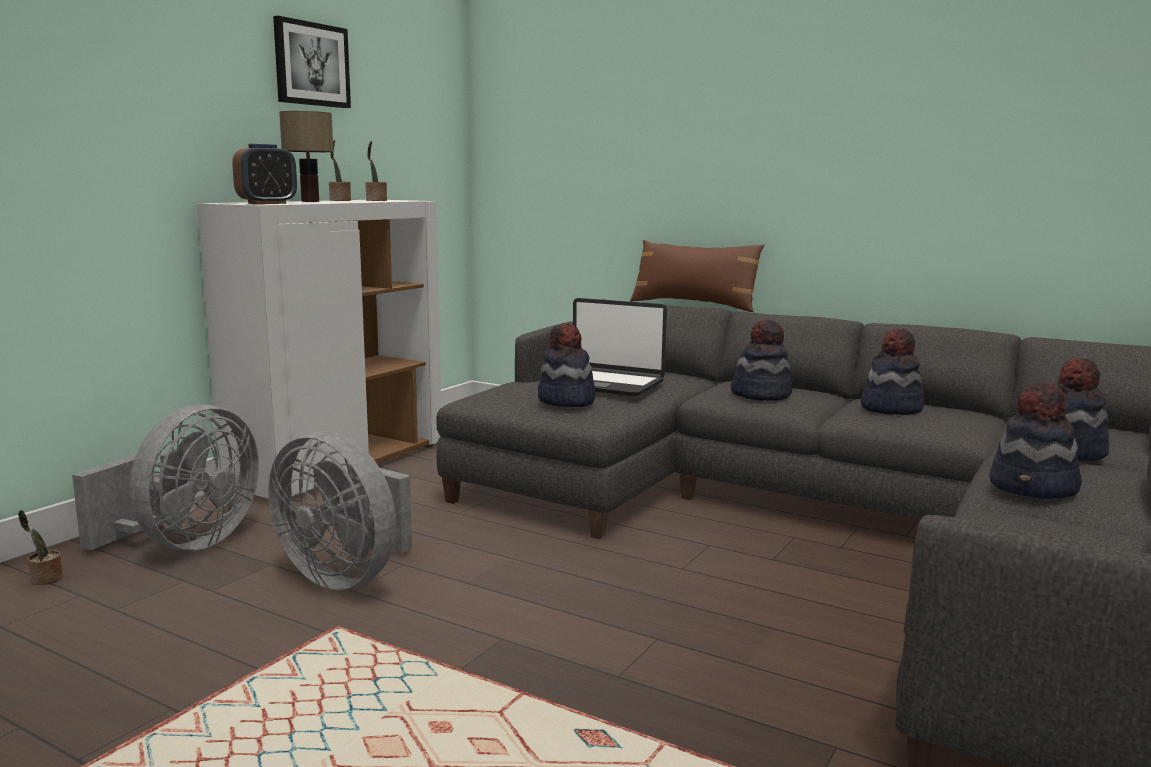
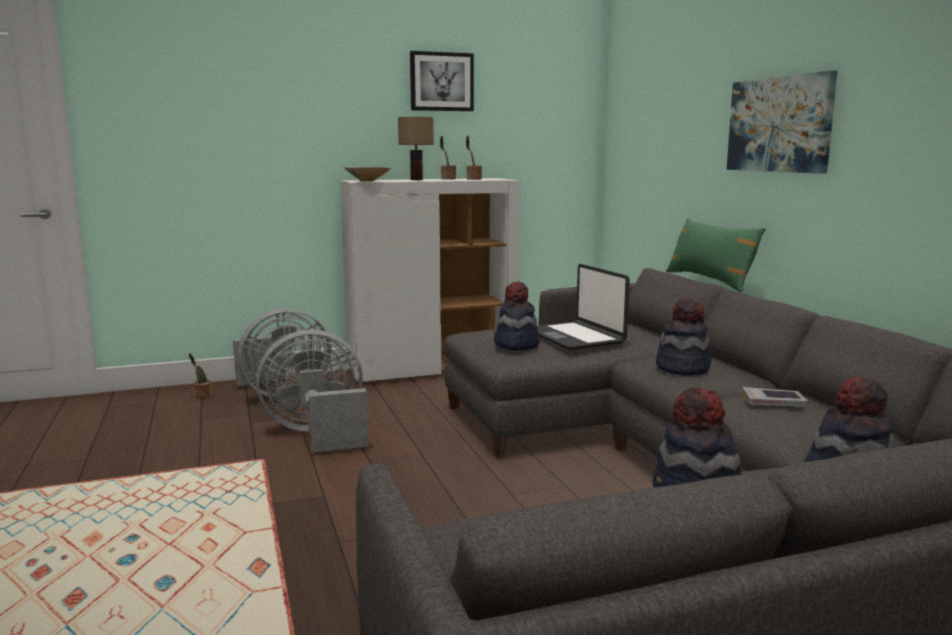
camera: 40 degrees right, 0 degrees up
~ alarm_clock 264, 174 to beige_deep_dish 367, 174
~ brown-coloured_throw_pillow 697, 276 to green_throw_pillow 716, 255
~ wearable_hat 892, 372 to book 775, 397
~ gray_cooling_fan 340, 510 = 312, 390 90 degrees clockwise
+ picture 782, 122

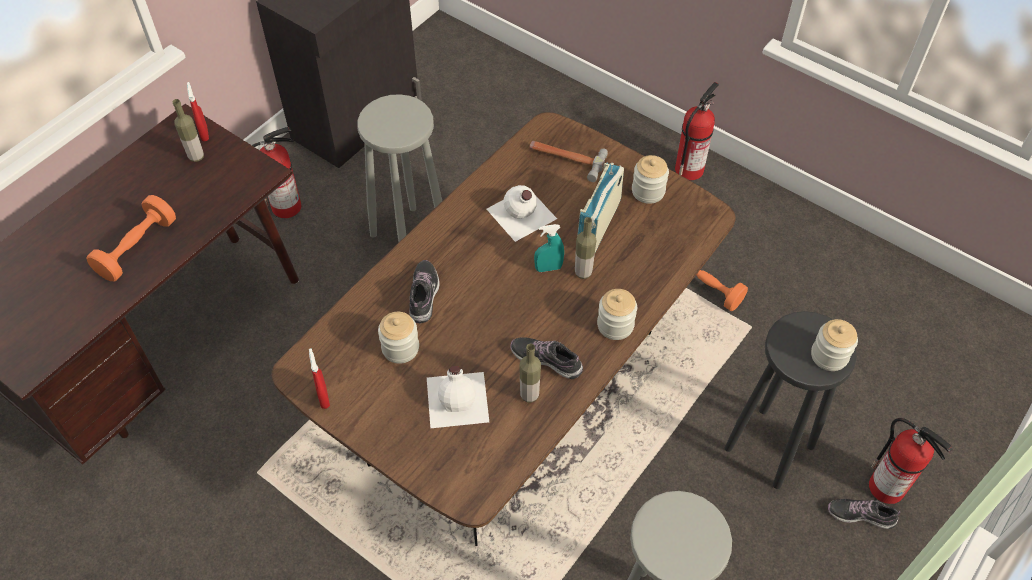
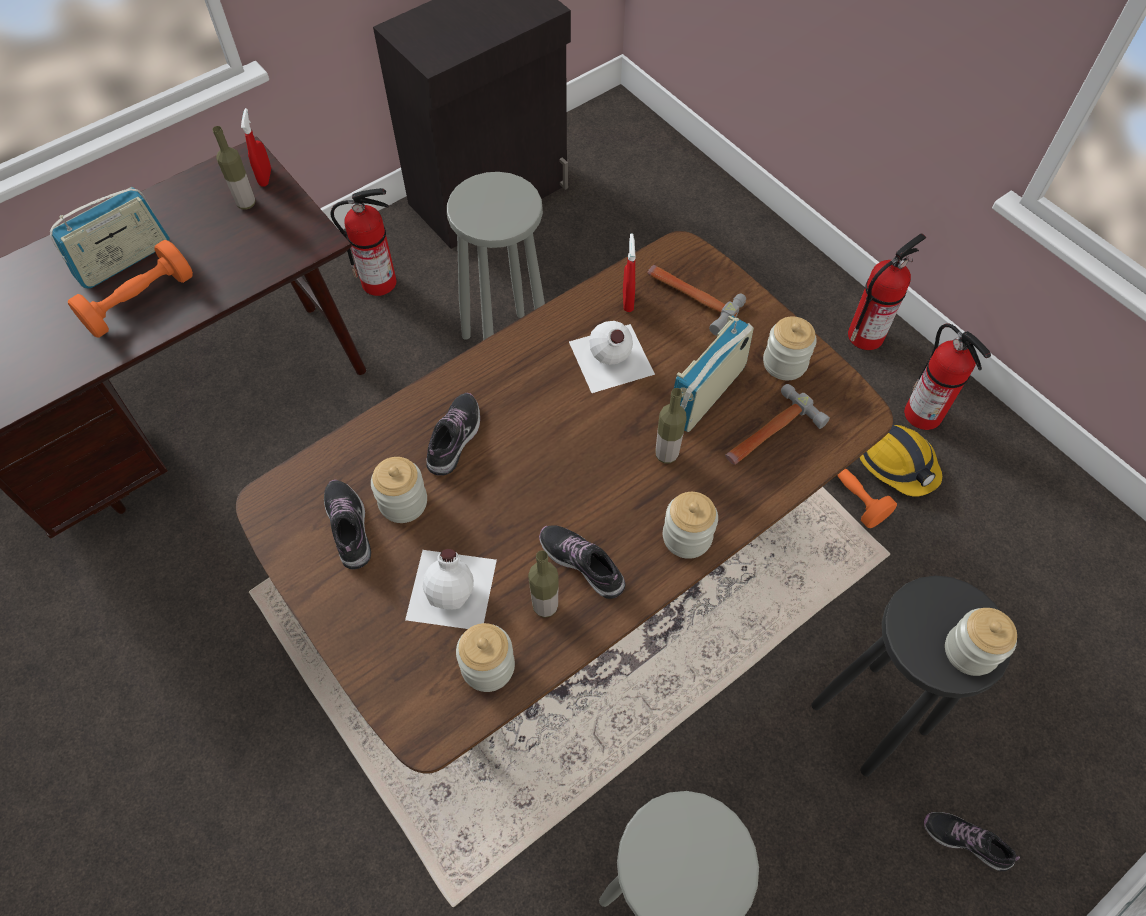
camera: 15 degrees right, 5 degrees up
- blue-green_spray_bottle 549, 248
~ reddish_spray_bottle 319, 379 to 629, 272
~ fire_extinguisher 911, 461 to 947, 376
+ radio_set 110, 238
+ tool_hammer 777, 424
+ work_helmet 901, 461
+ item_of_footwear 347, 525
+ preserve_jar 485, 657

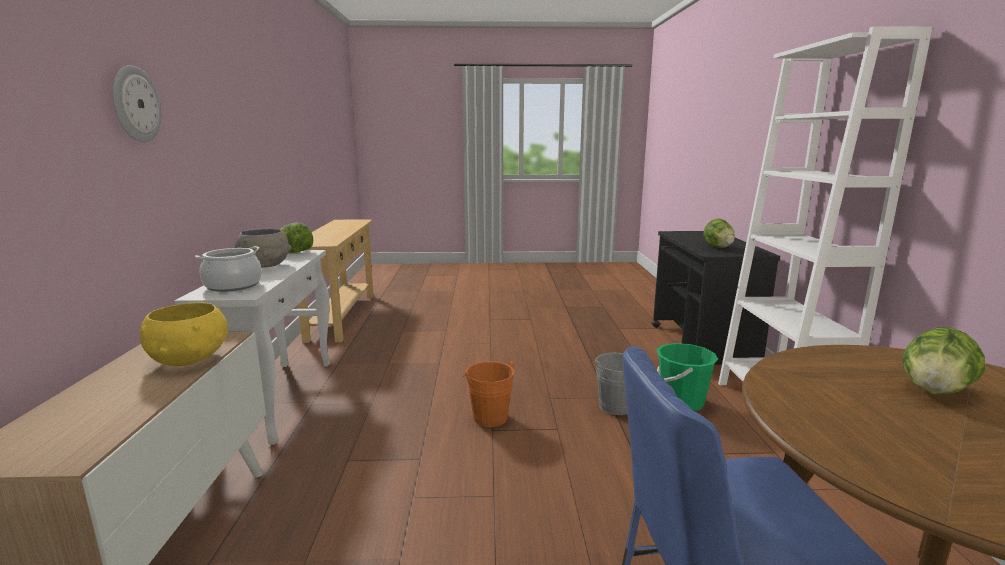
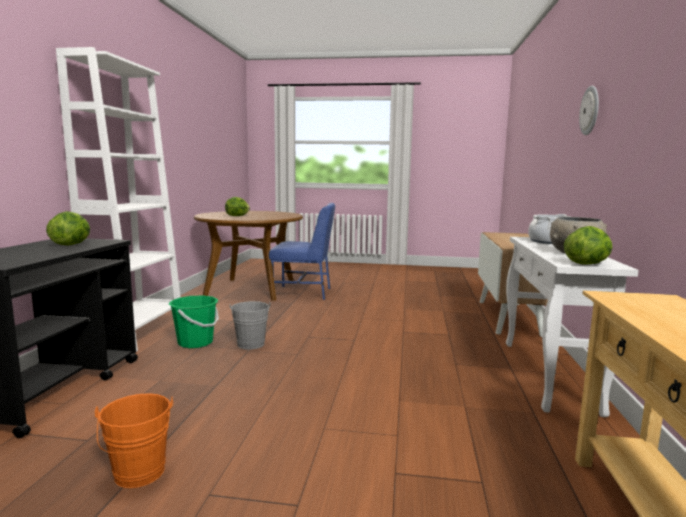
camera: 170 degrees left, 5 degrees down
- yellowish_deep_dish 183, 334
~ orangey_pail 488, 394 to 134, 440

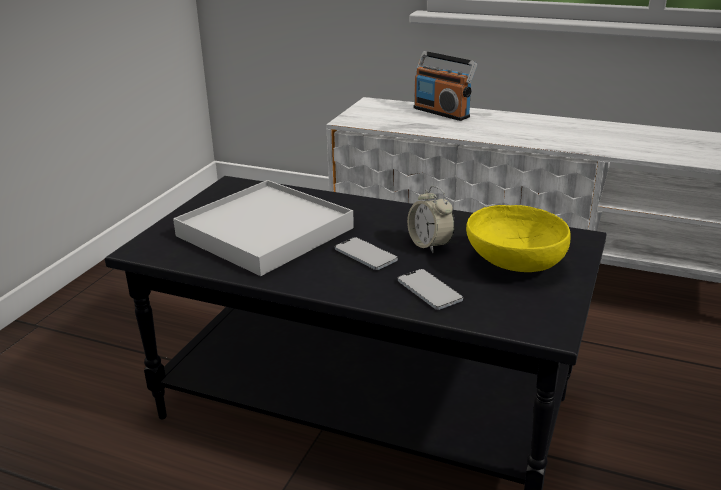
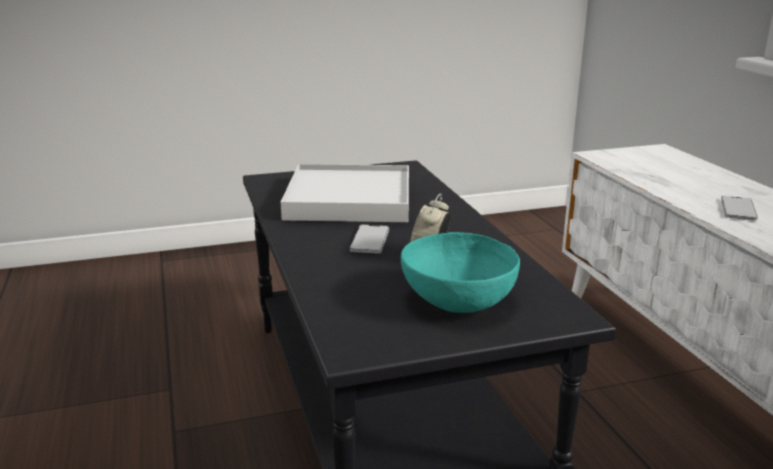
camera: 50 degrees right, 5 degrees down
- radio_set 445, 86
~ yellowish_deep_dish 518, 238 to blue-green_deep_dish 460, 272
~ telephone 430, 289 to 739, 208

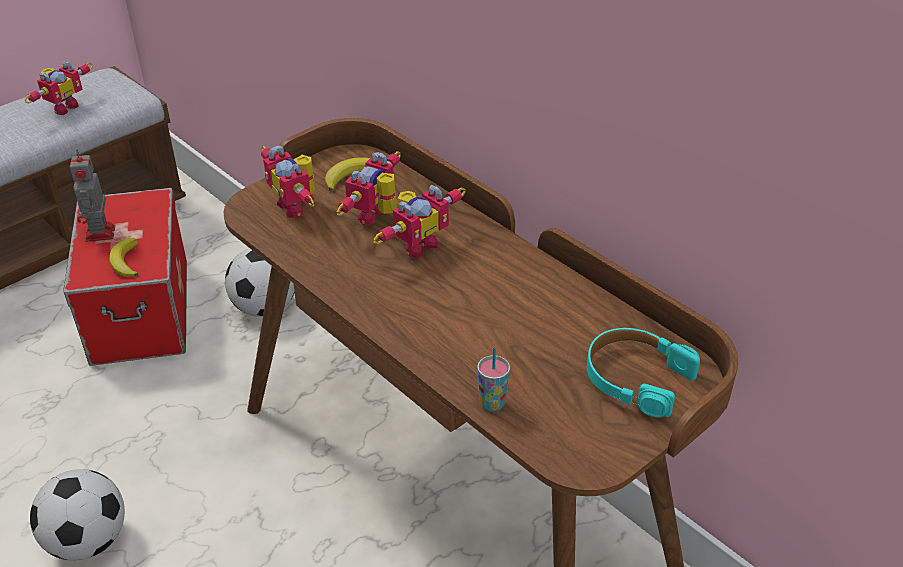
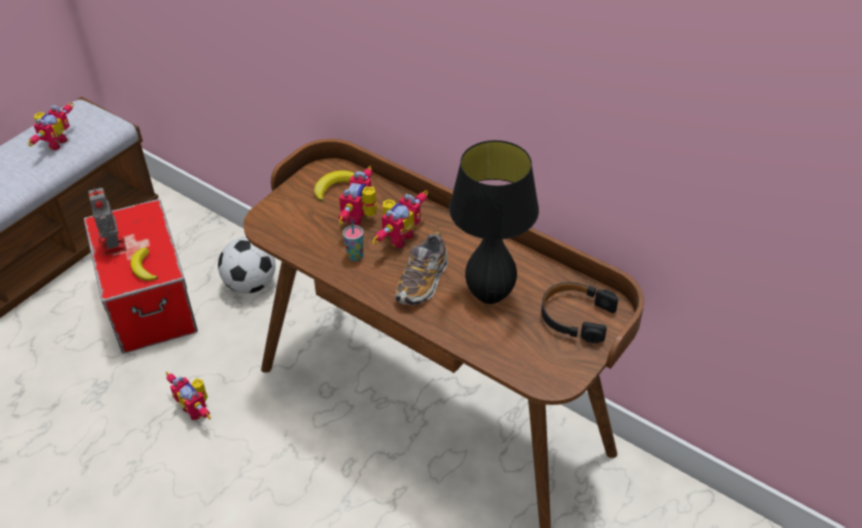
camera: 10 degrees left, 5 degrees up
~ model_robot 288, 181 to 188, 396
~ blue-green_headset 643, 373 to blackish_headset 579, 312
~ drinking_cup 493, 379 to 353, 240
- football_ball 77, 514
+ blackish_tabletop_lamp 494, 222
+ item_of_footwear 421, 268

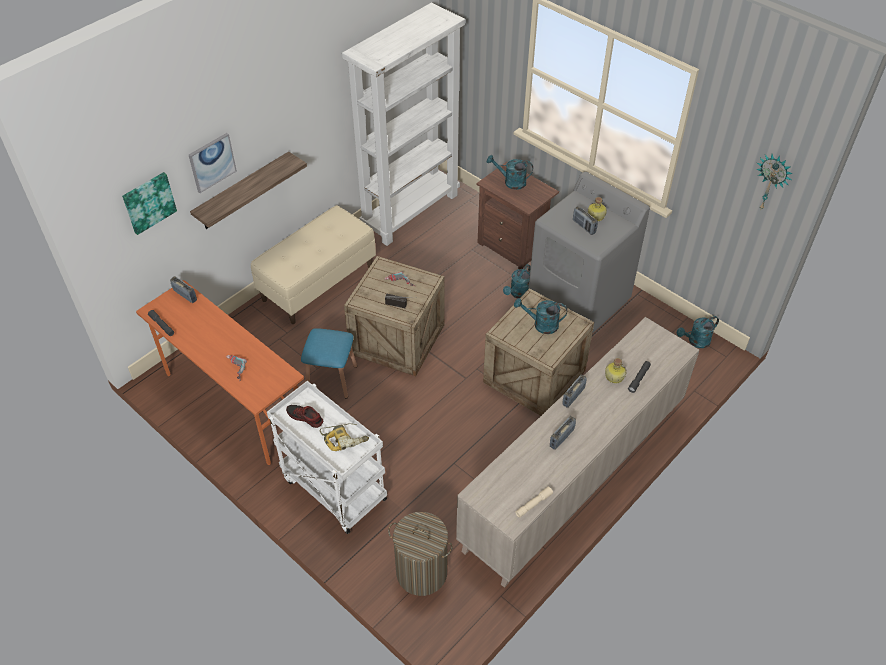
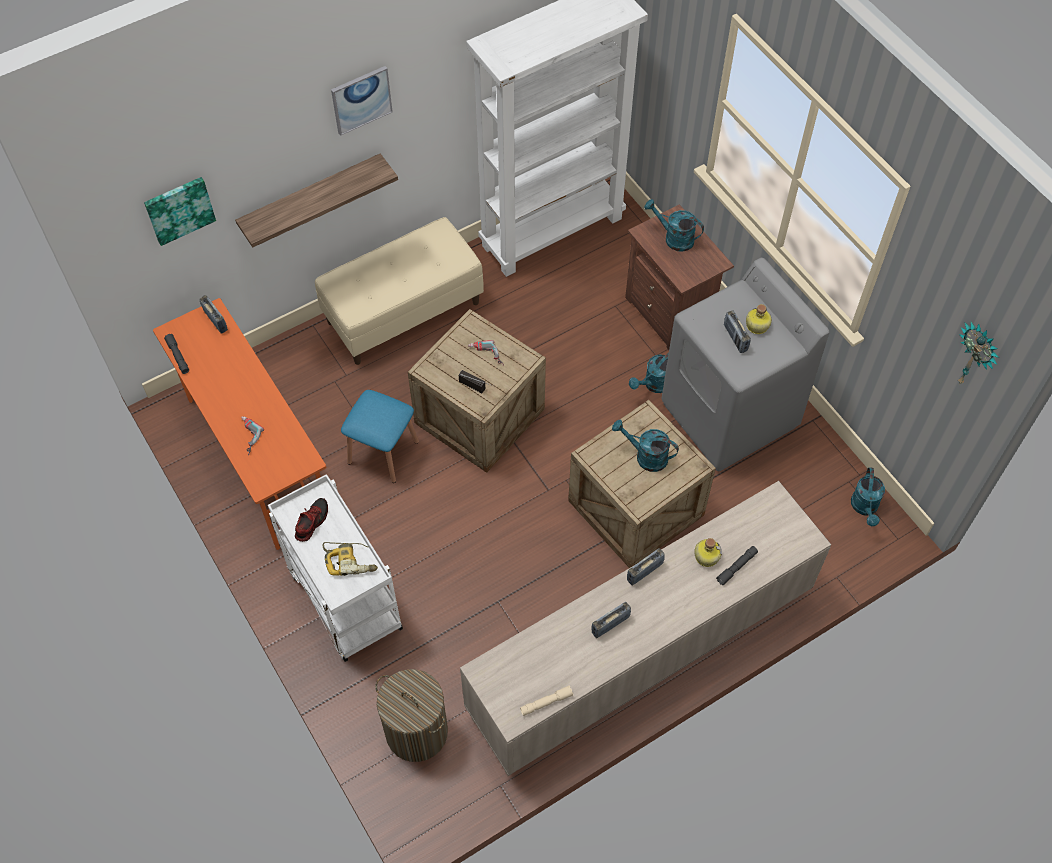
camera: 15 degrees right, 10 degrees up
~ picture 213, 163 to 362, 101
~ blue-green_watering_pot 698, 332 = 868, 496 75 degrees counterclockwise
~ item_of_footwear 304, 416 = 311, 520 75 degrees clockwise

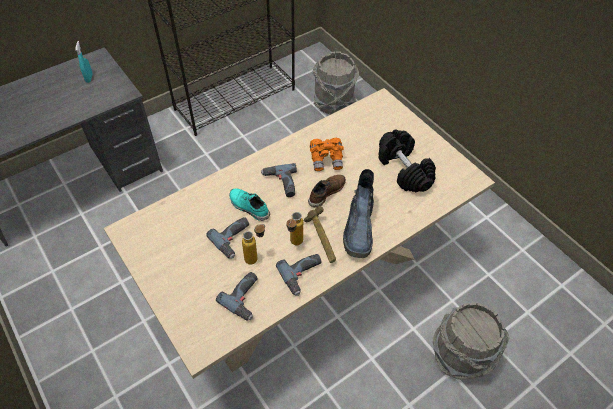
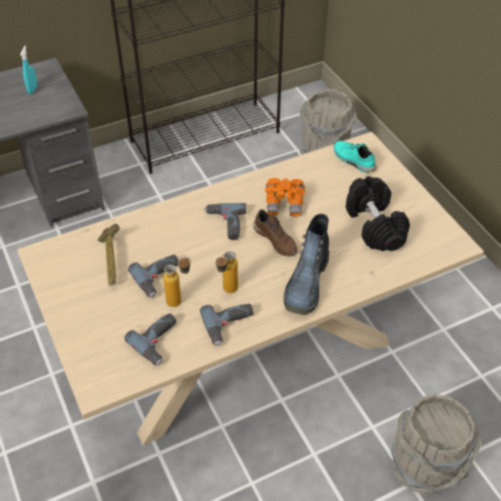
camera: 10 degrees right, 5 degrees down
~ brown-coloured_item_of_footwear 327, 191 = 275, 232 90 degrees clockwise
~ blue-green_item_of_footwear 249, 204 to 355, 157
~ tool_hammer 319, 234 to 108, 255

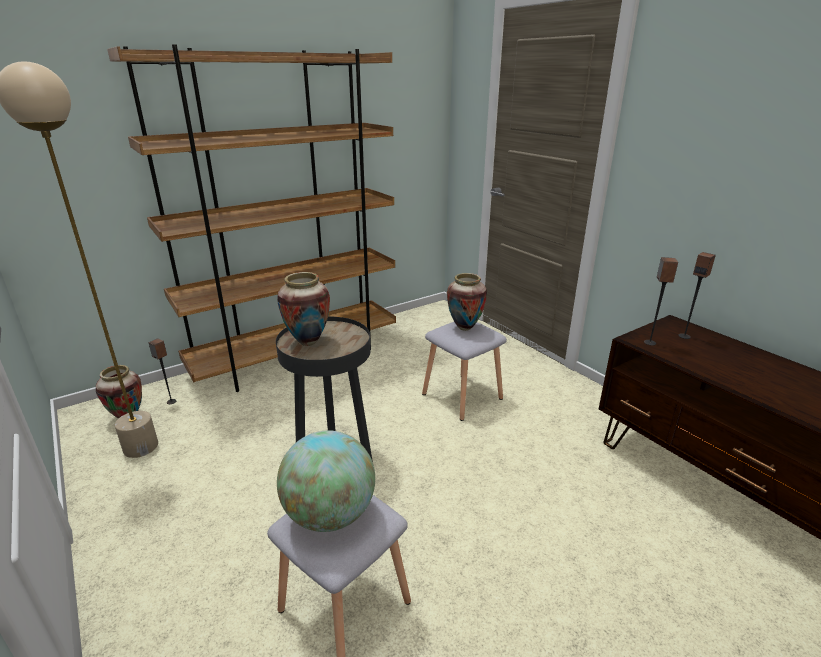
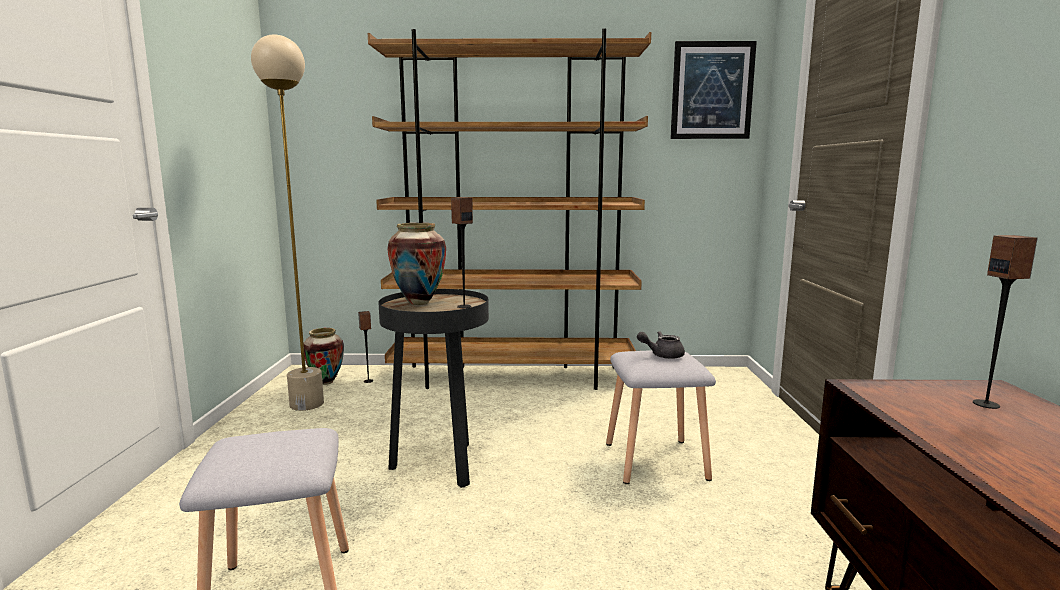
camera: 35 degrees right, 15 degrees down
~ audio_speaker 661, 301 to 462, 252
~ vase 467, 302 to gray_teapot 661, 345
- world_globe 326, 481
+ picture 713, 90

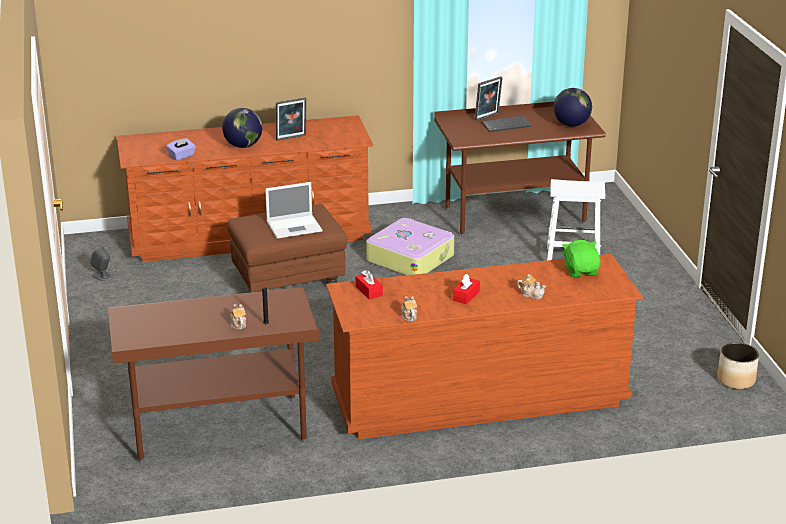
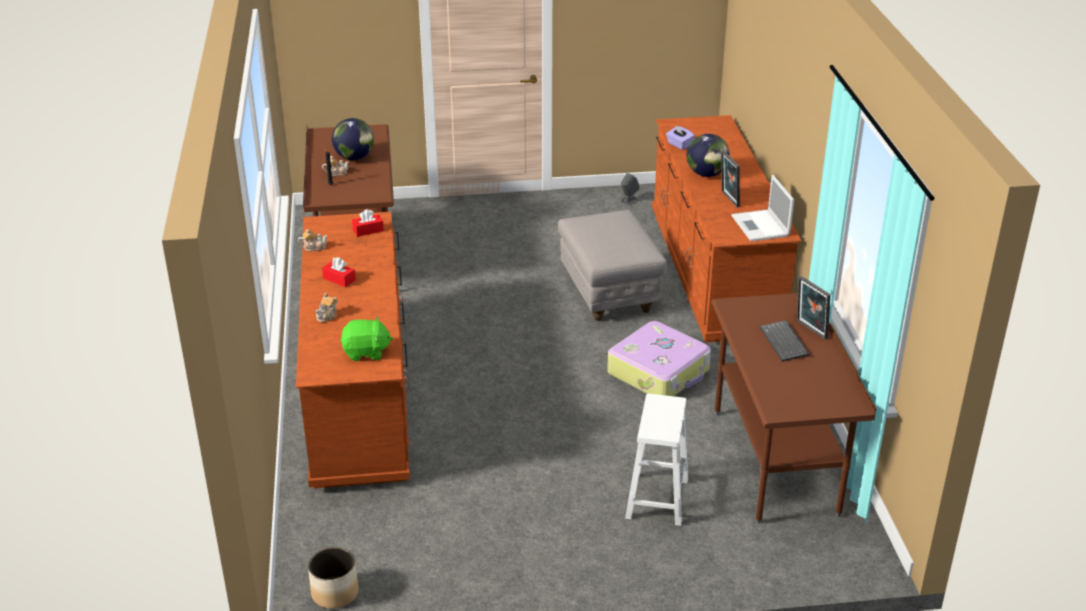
camera: 95 degrees right, 5 degrees up
~ world_globe 572, 107 to 353, 139
~ laptop 294, 210 to 762, 208
~ brown-coloured_ottoman 287, 248 to gray_ottoman 612, 265

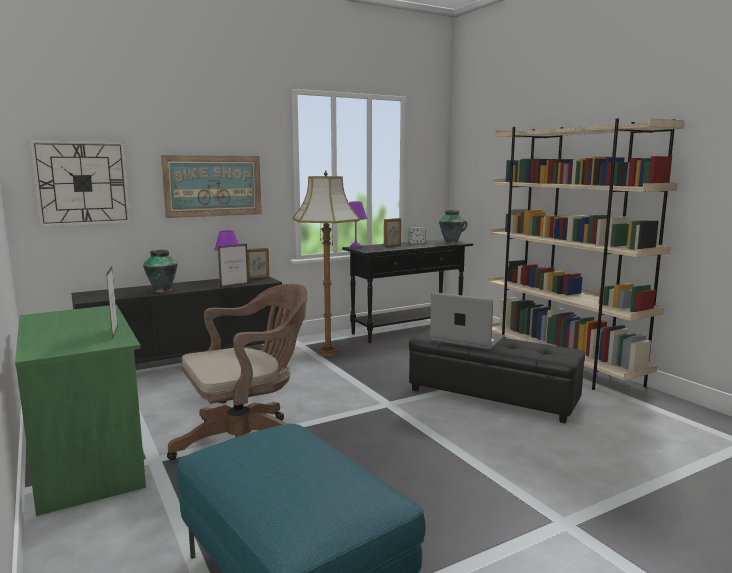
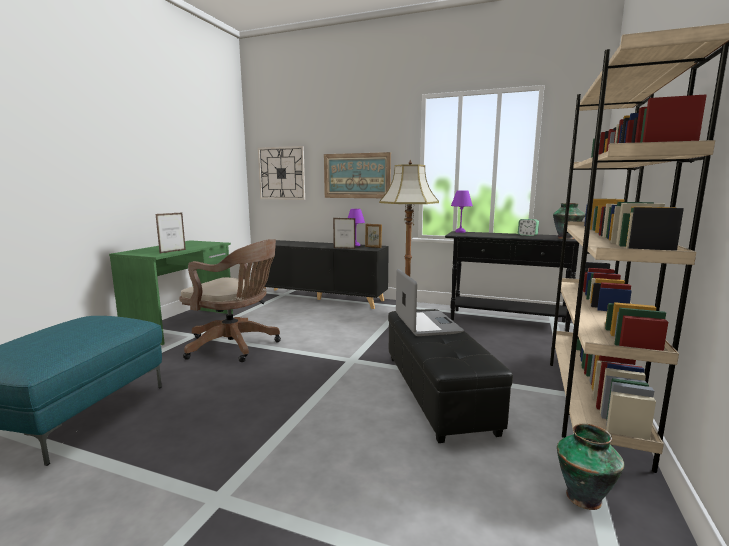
camera: 50 degrees right, 0 degrees up
- standing_frame 392, 232
~ vase 160, 271 to 591, 467

